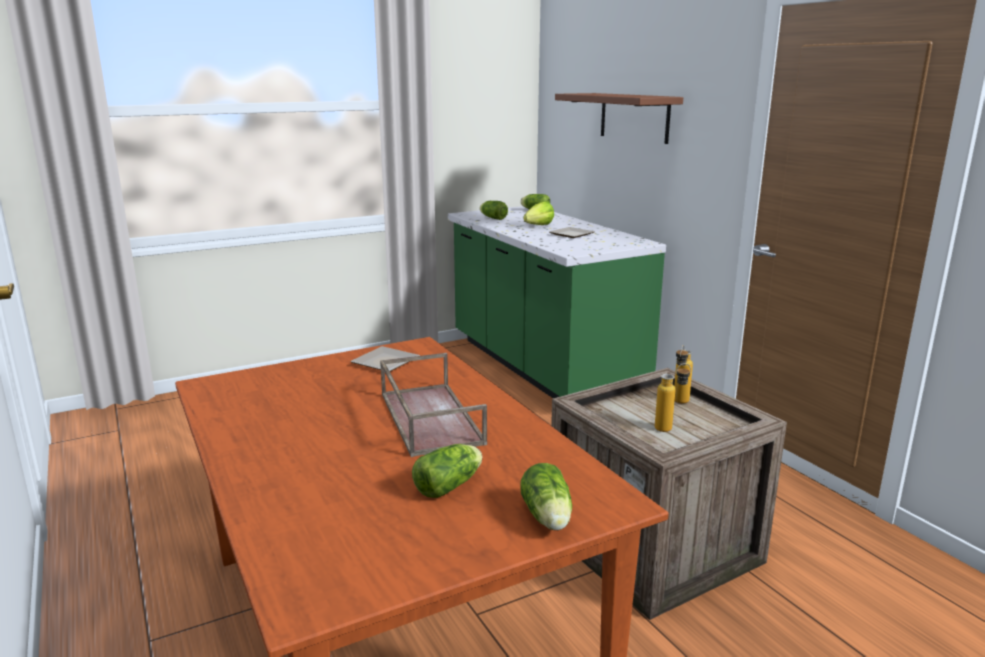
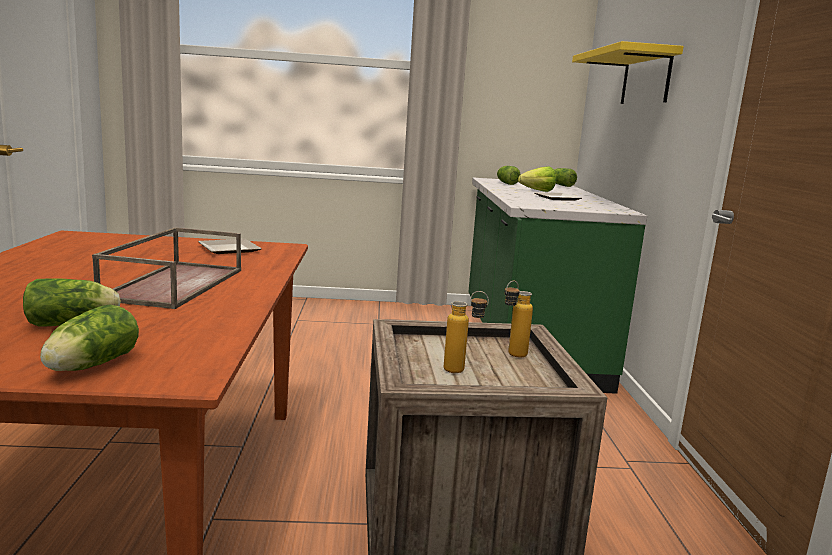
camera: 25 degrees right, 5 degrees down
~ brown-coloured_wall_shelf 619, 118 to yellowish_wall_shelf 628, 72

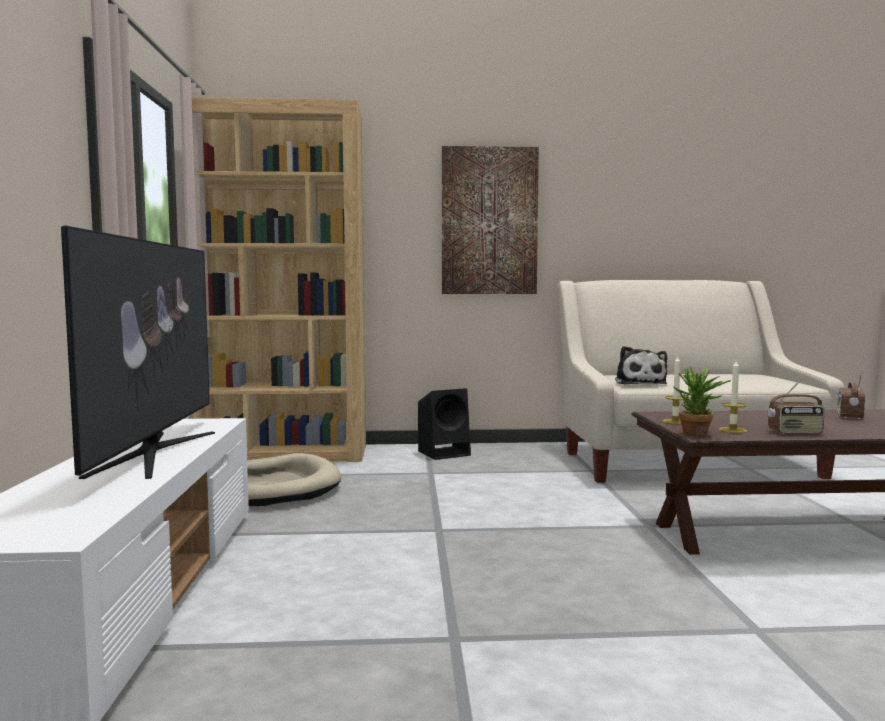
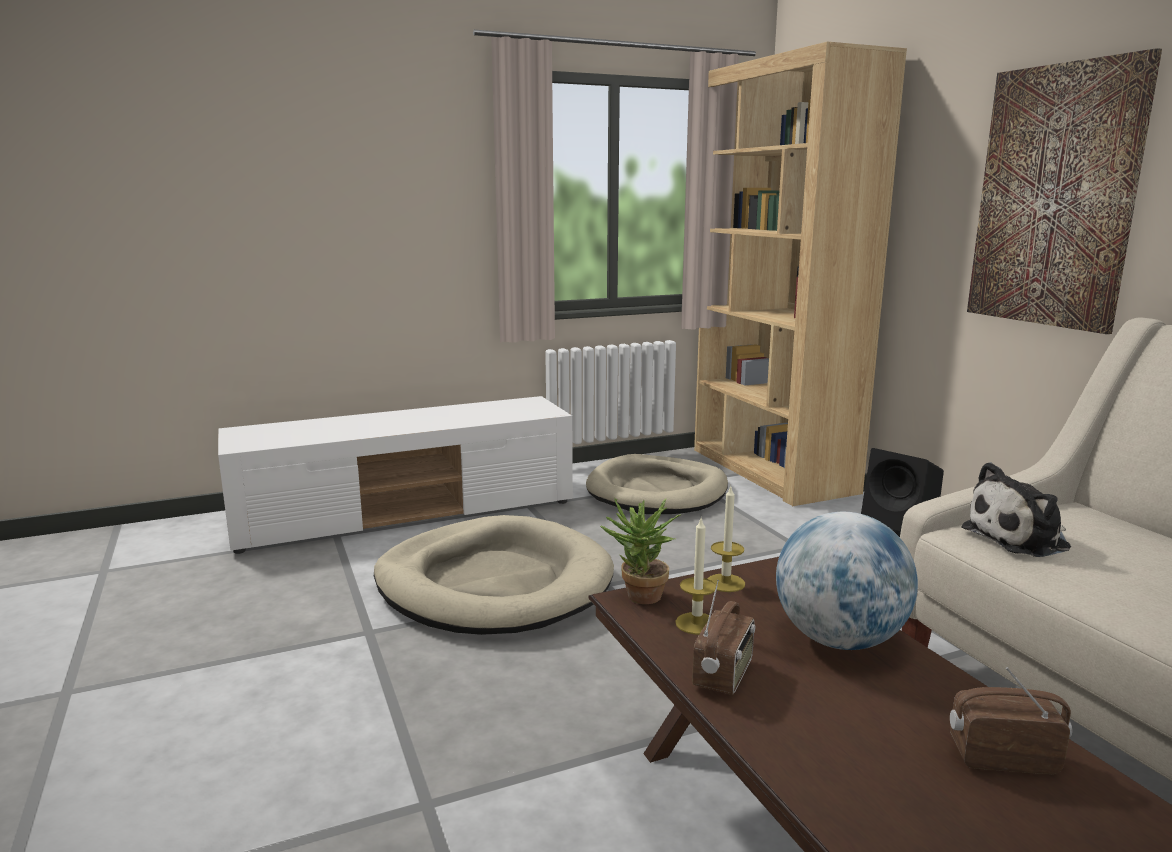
camera: 70 degrees right, 10 degrees up
- television 138, 352
~ radio_set 796, 406 = 724, 637 135 degrees counterclockwise
+ world_globe 847, 581
+ beige_dog_bed 494, 575

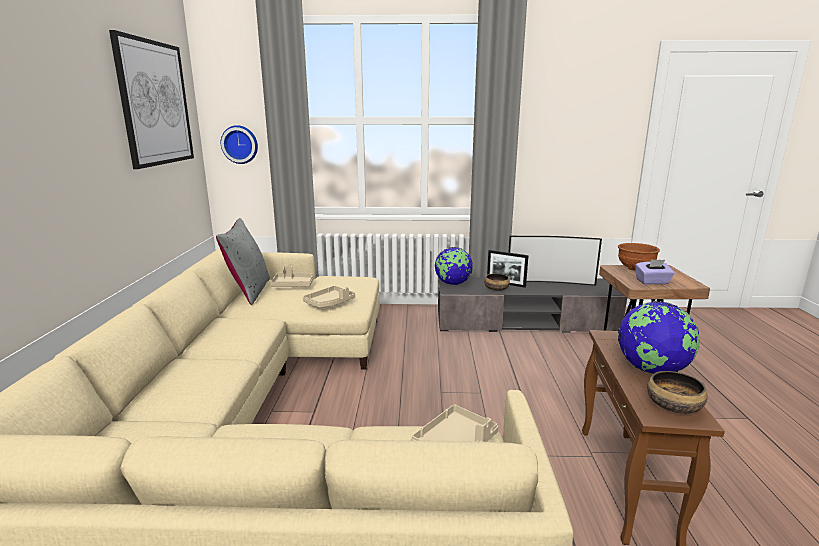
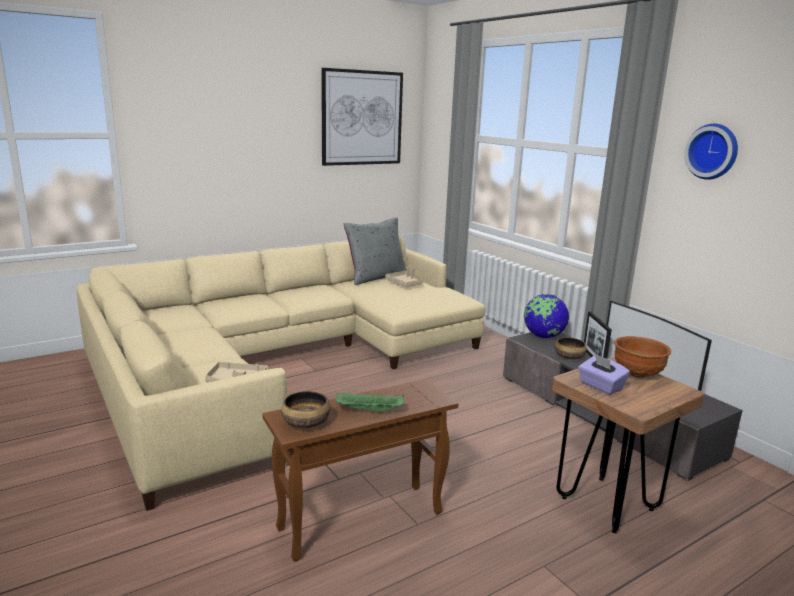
camera: 55 degrees right, 0 degrees up
~ wall_clock 239, 144 to 711, 152
- beige_carrying_tray 329, 297
~ world_globe 659, 337 to green_carrying_tray 370, 403

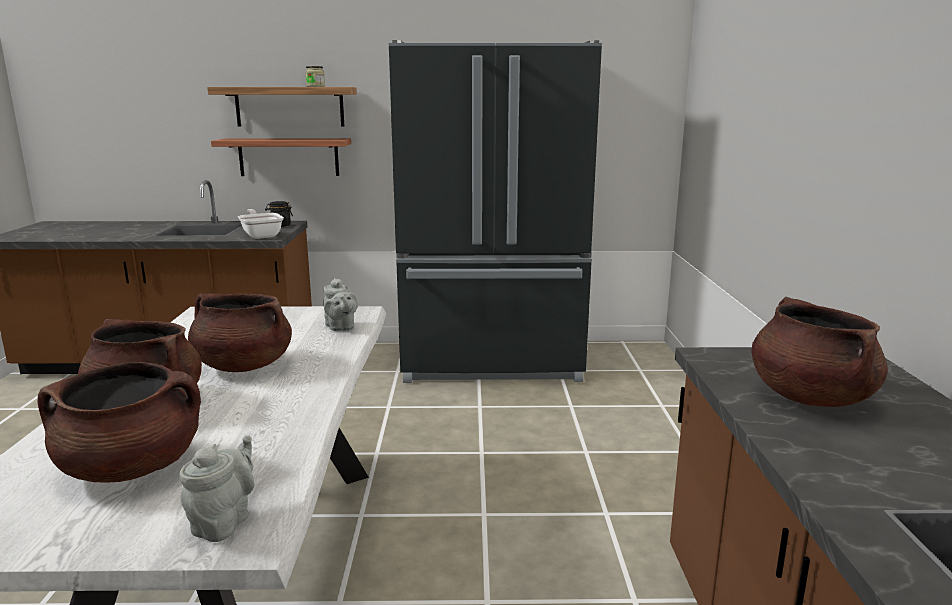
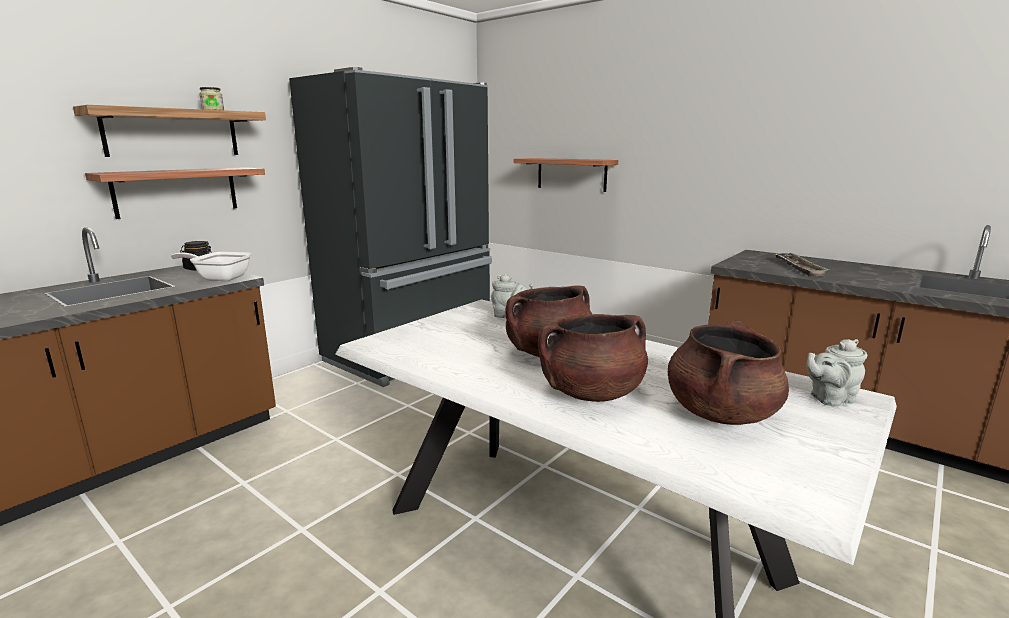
camera: 50 degrees left, 0 degrees up
~ brown-coloured_saucepot 820, 352 to carrying_tray 802, 264
~ gray_teapot 217, 488 = 836, 372 75 degrees counterclockwise
+ wall_shelf 566, 175

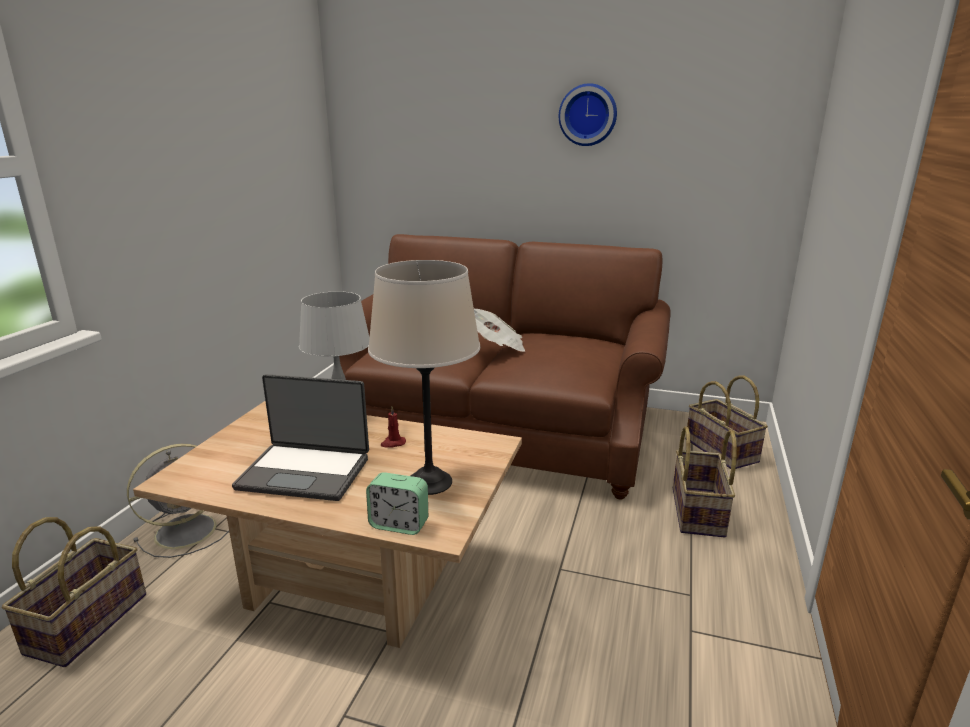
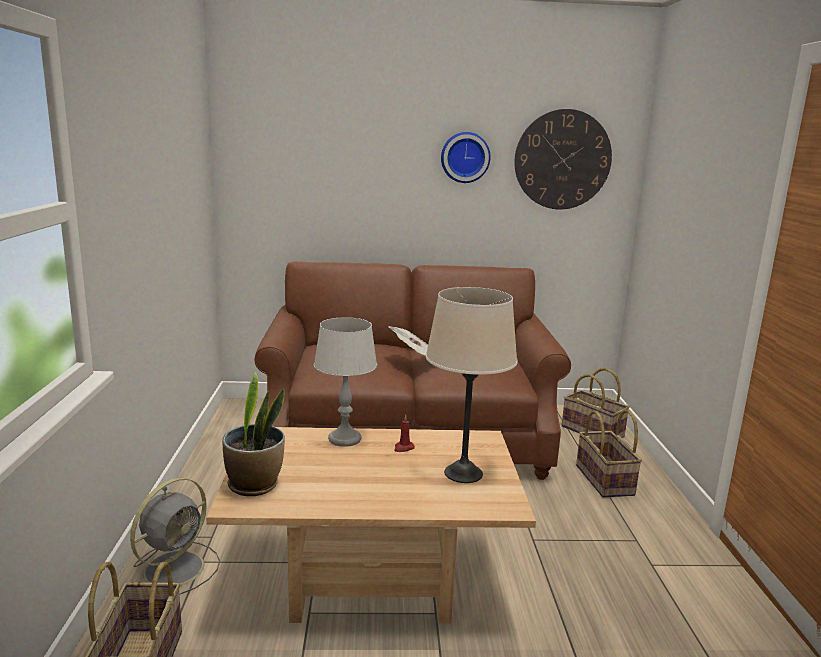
camera: 20 degrees left, 5 degrees down
- laptop 300, 437
- alarm_clock 397, 503
+ wall_clock 563, 159
+ potted_plant 254, 433

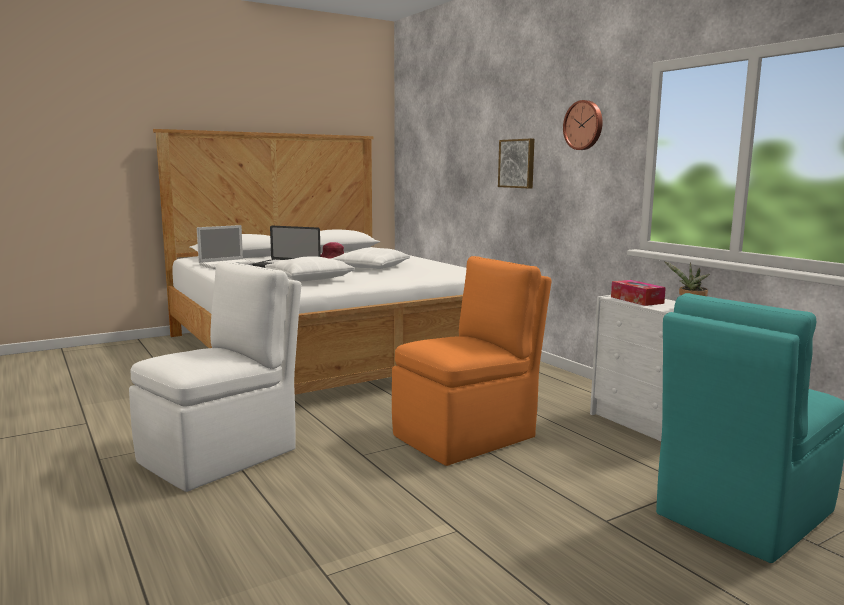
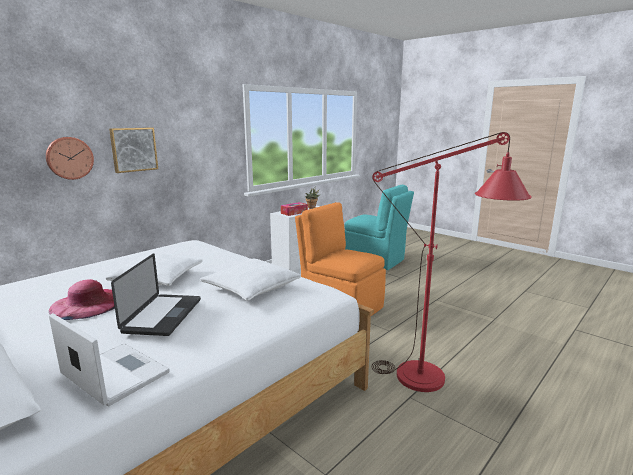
camera: 105 degrees left, 5 degrees up
~ wall_clock 582, 125 to 70, 158
~ whitish_chair 215, 376 to reddish_floor_lamp 452, 262

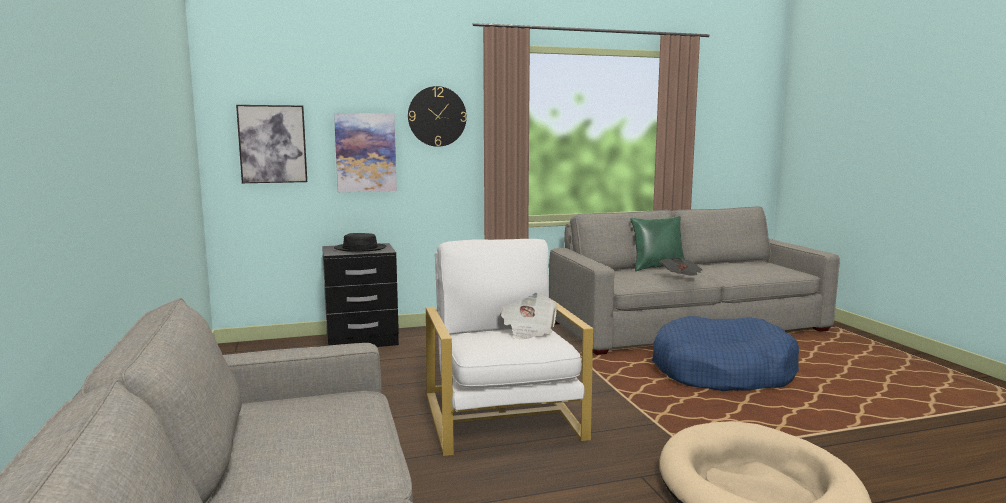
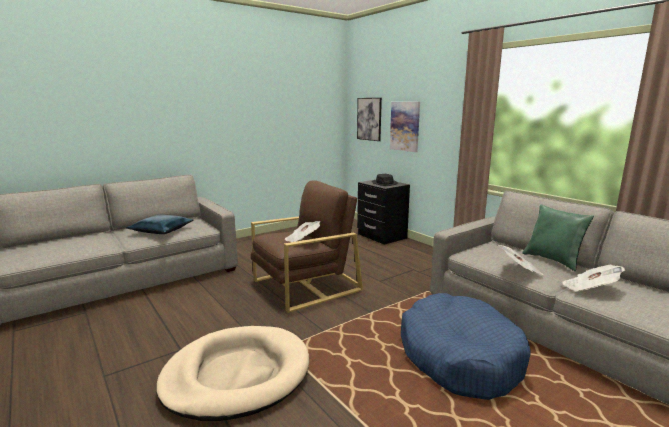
camera: 70 degrees right, 5 degrees up
- wall_clock 437, 116
~ whitish_easy_chair 509, 347 to brown-coloured_easy_chair 307, 246
+ bluish_throw_pillow 159, 224
+ daily_paper 593, 278

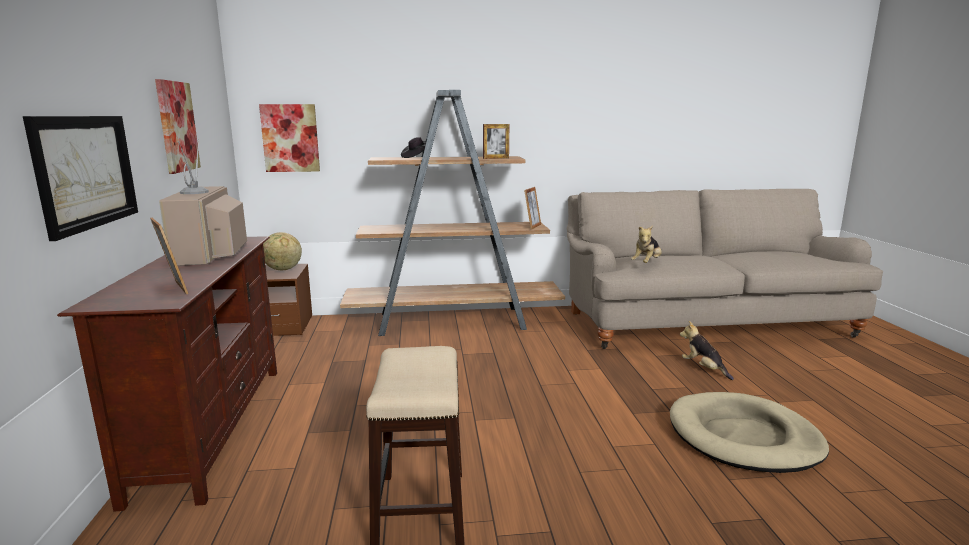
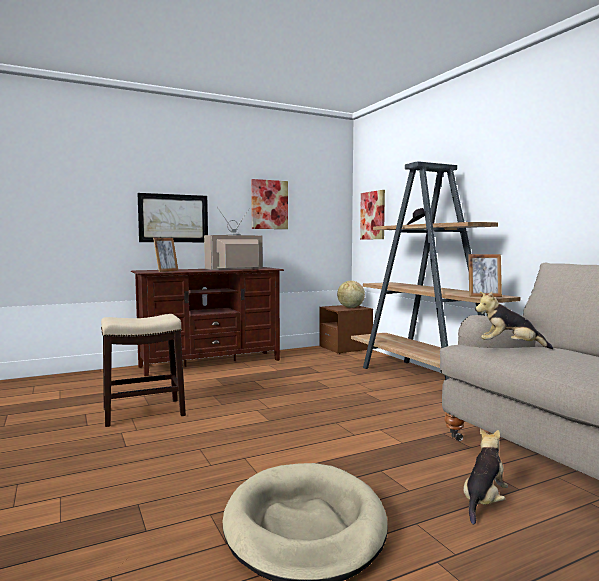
camera: 70 degrees right, 10 degrees down
- standing_frame 496, 141

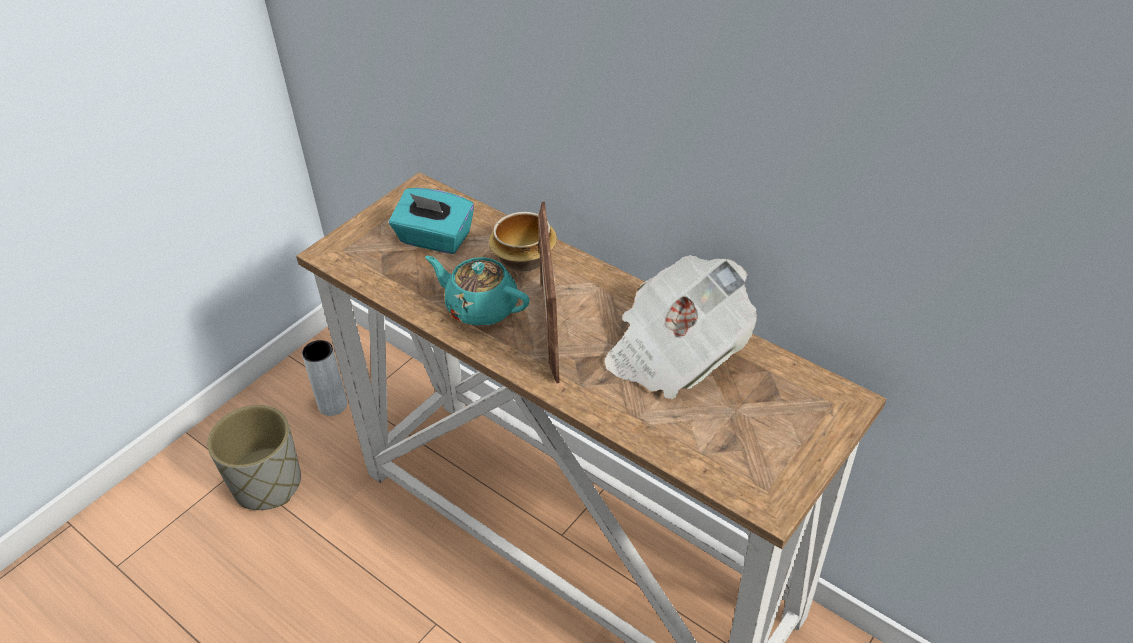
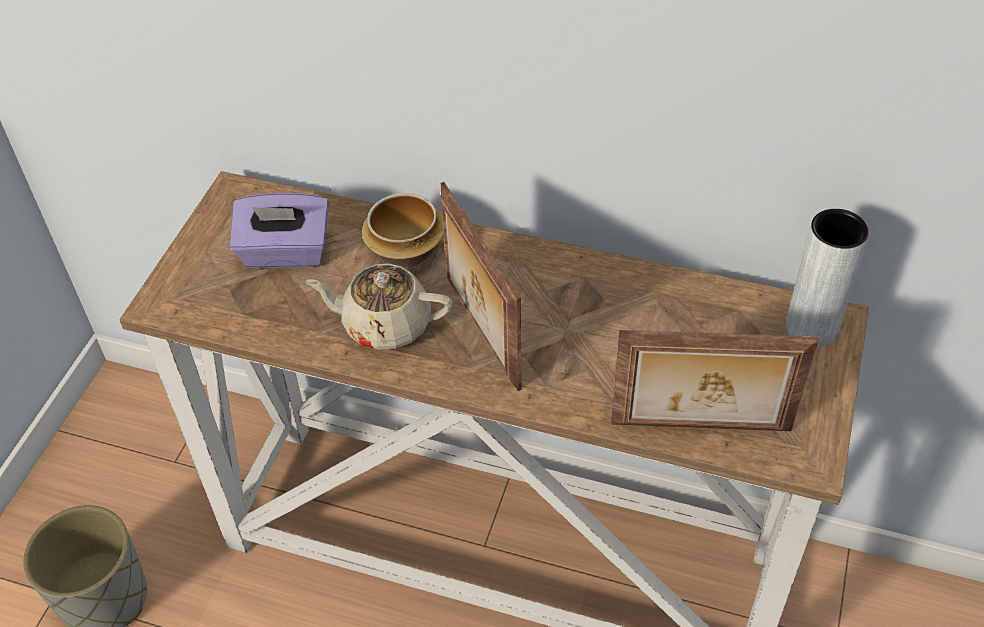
camera: 20 degrees left, 5 degrees up
~ blue-green_tissue_holder 431, 221 to purple-coloured_tissue_holder 279, 230
- daily_paper 680, 327
~ blue-green_teapot 477, 291 to beige_teapot 378, 306
~ gray_vase 324, 378 to 827, 278
+ standing_frame 714, 380

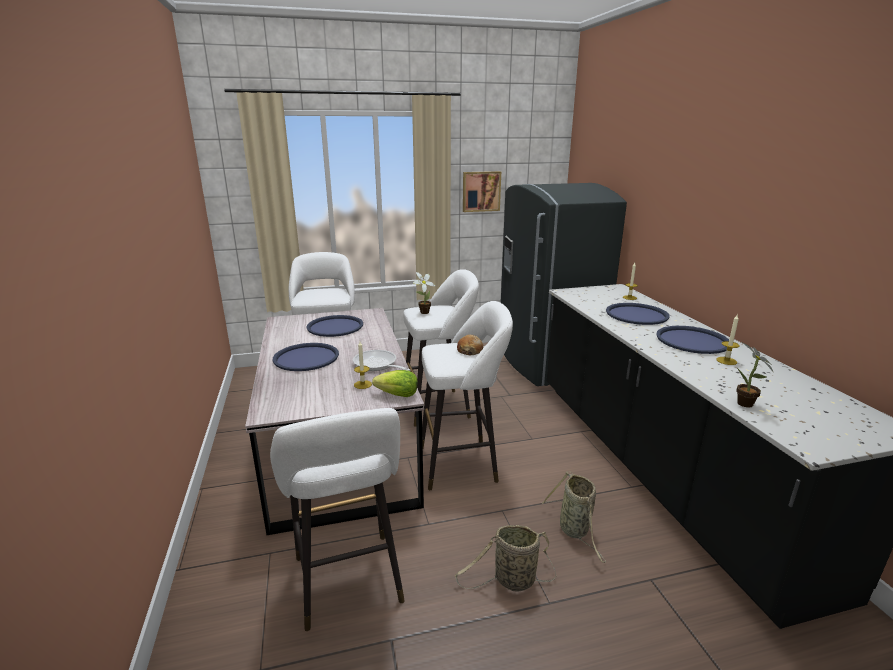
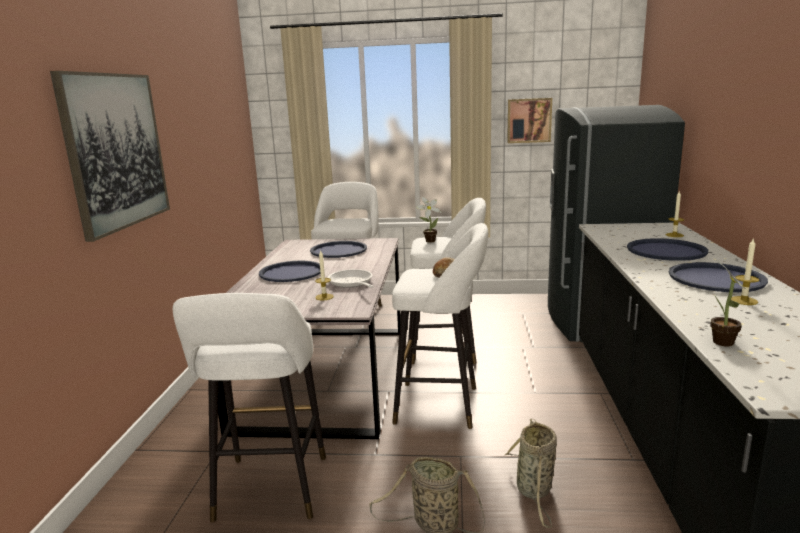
camera: 20 degrees right, 5 degrees down
- head_of_lettuce 395, 383
+ picture 110, 156

